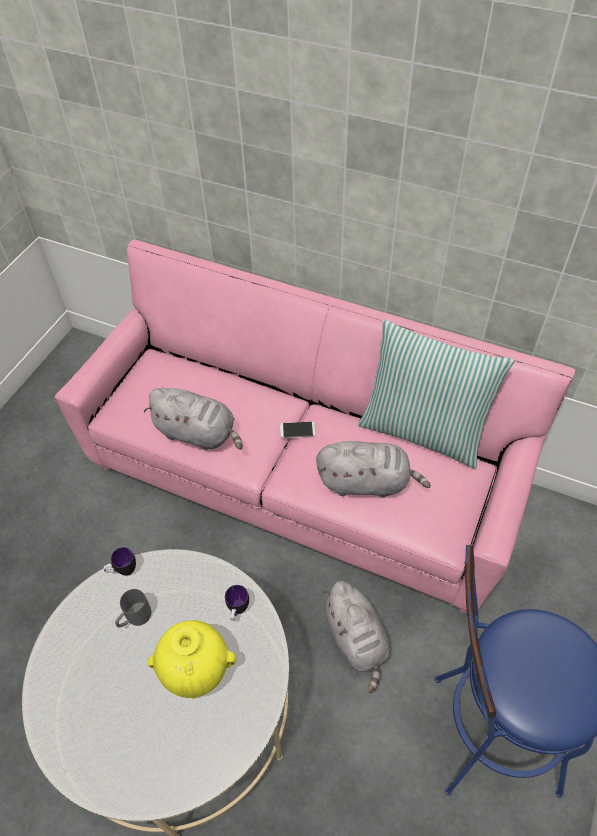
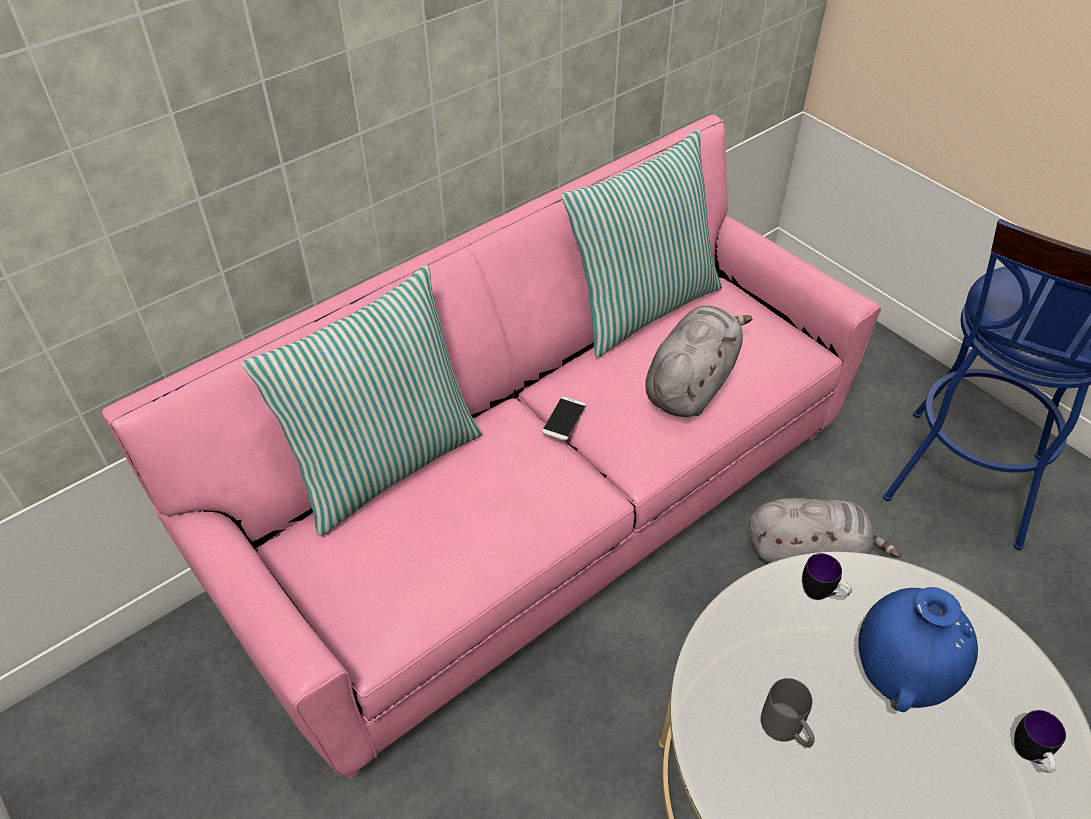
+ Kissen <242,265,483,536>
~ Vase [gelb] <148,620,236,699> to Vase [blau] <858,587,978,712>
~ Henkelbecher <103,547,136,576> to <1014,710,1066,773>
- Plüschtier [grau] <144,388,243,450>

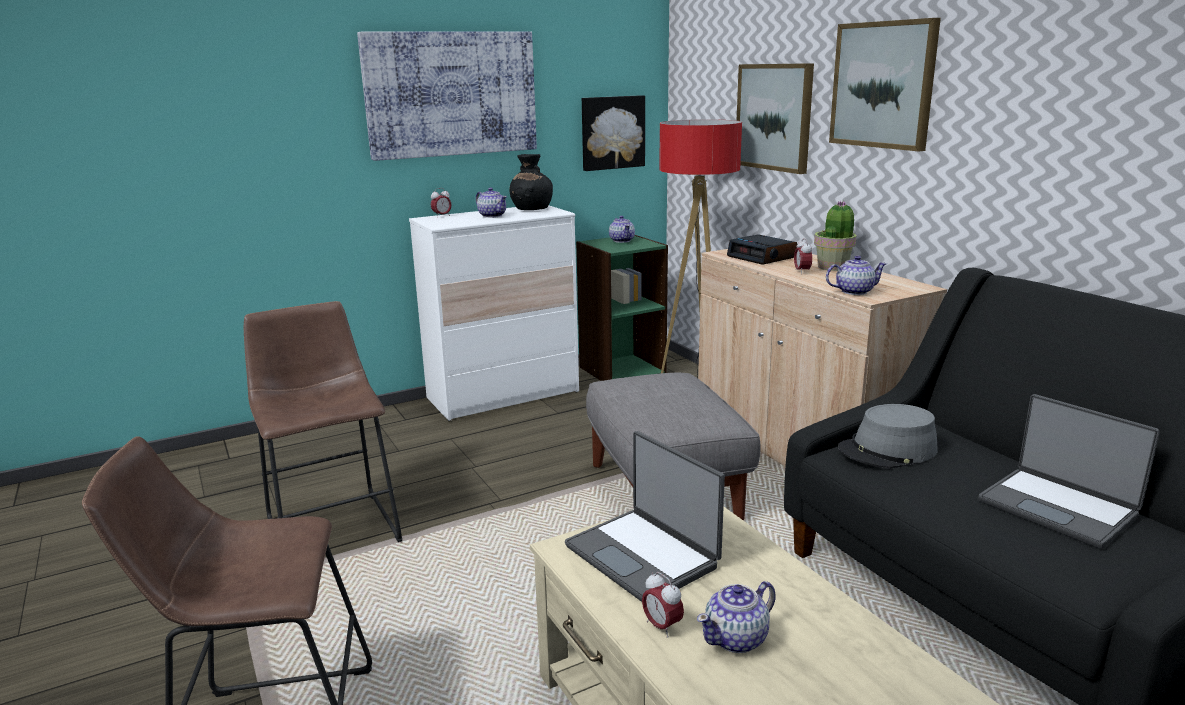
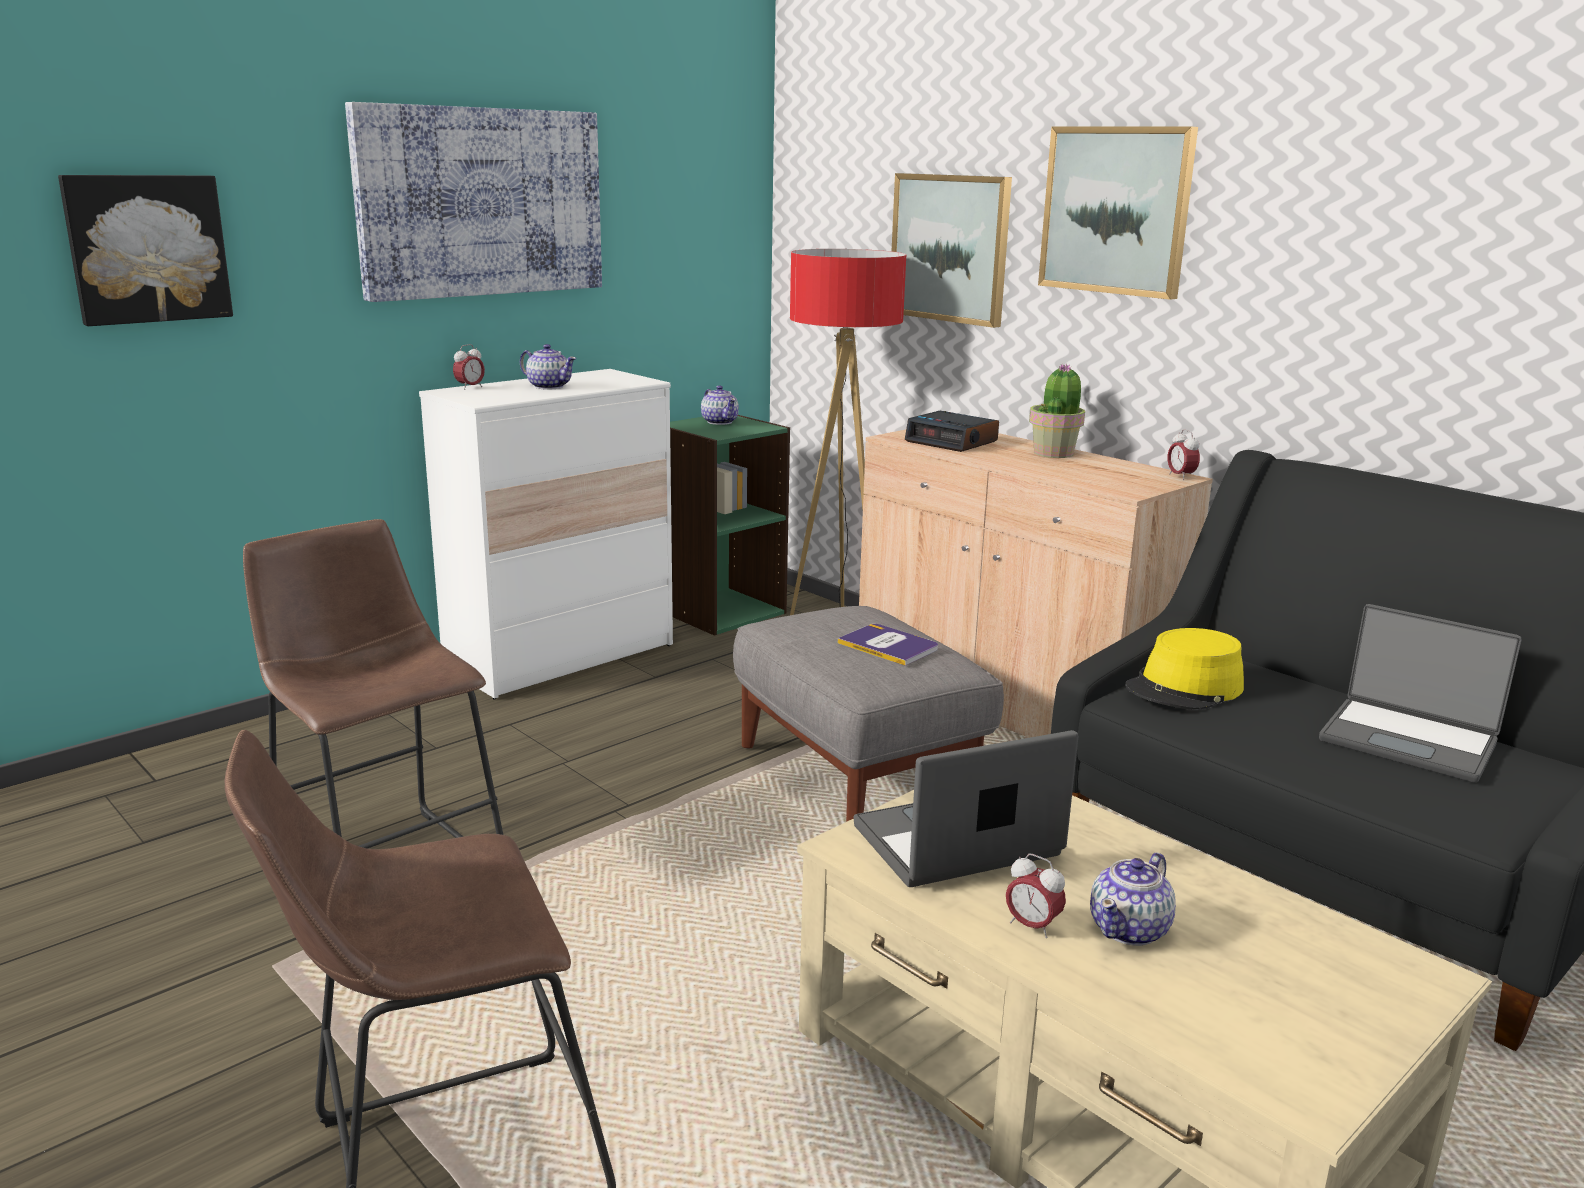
~ Bild <582,95,645,171> to <58,175,233,326>
+ Buch <838,624,938,666>
~ Laptop <565,431,725,602> = <854,730,1078,887> 120 degrees clockwise
~ Hut [grau] <838,404,938,469> to Hut [gelb] <1125,628,1244,710>
~ Wecker <794,238,812,274> to <1168,429,1200,480>
- Vase [schwarz] <509,154,553,210>
- Teekanne <826,256,887,295>

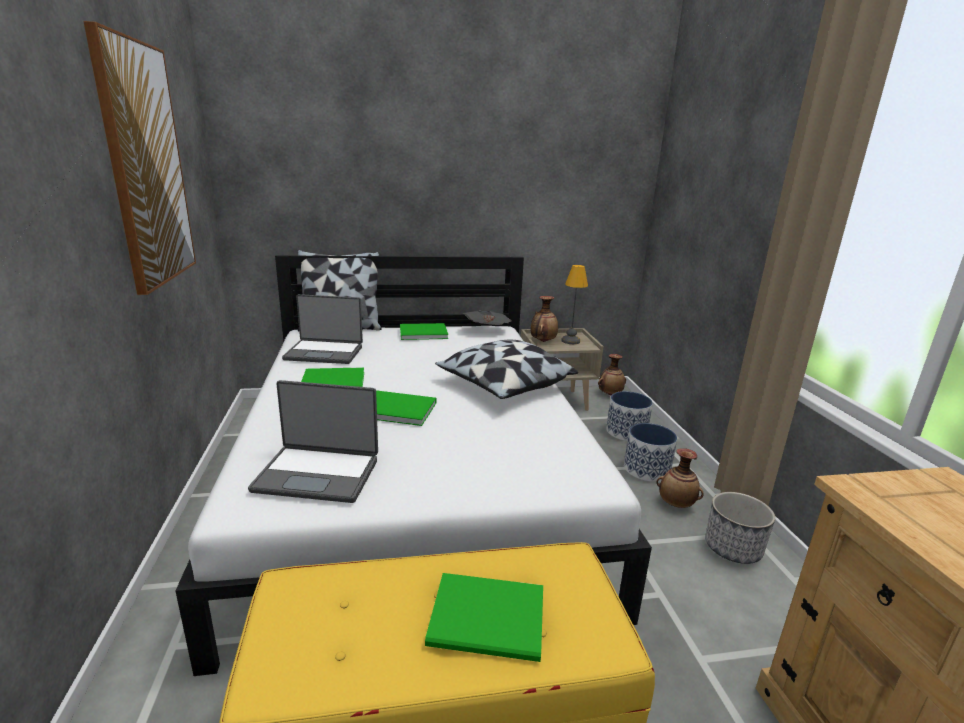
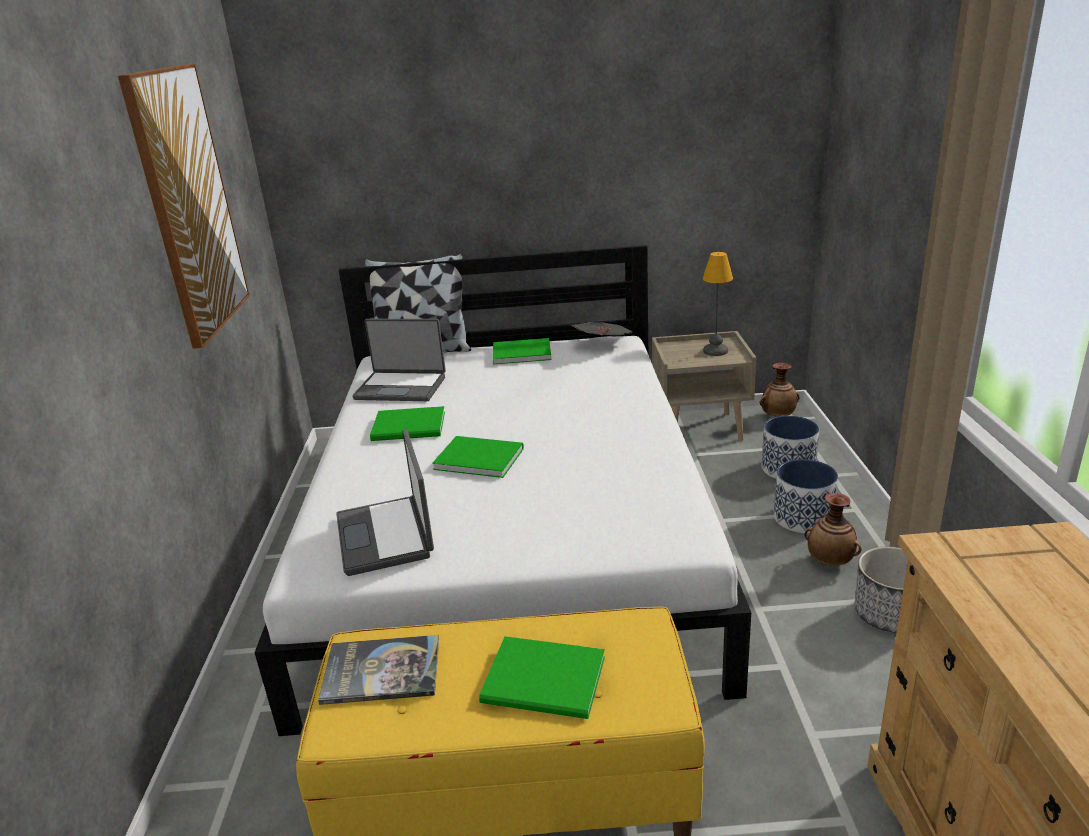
+ Buch <318,635,439,705>
~ Laptop <248,380,378,503> = <336,429,434,576> 60 degrees clockwise
- Kissen <435,339,578,399>
- Vase <530,296,558,342>

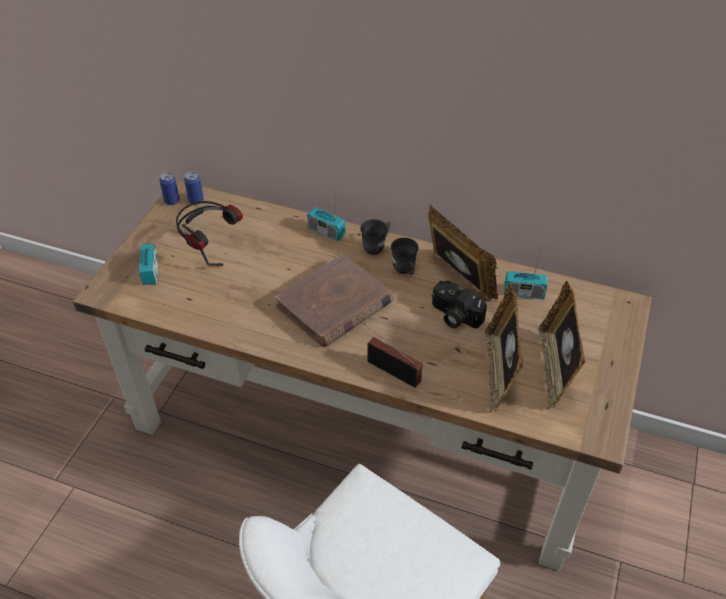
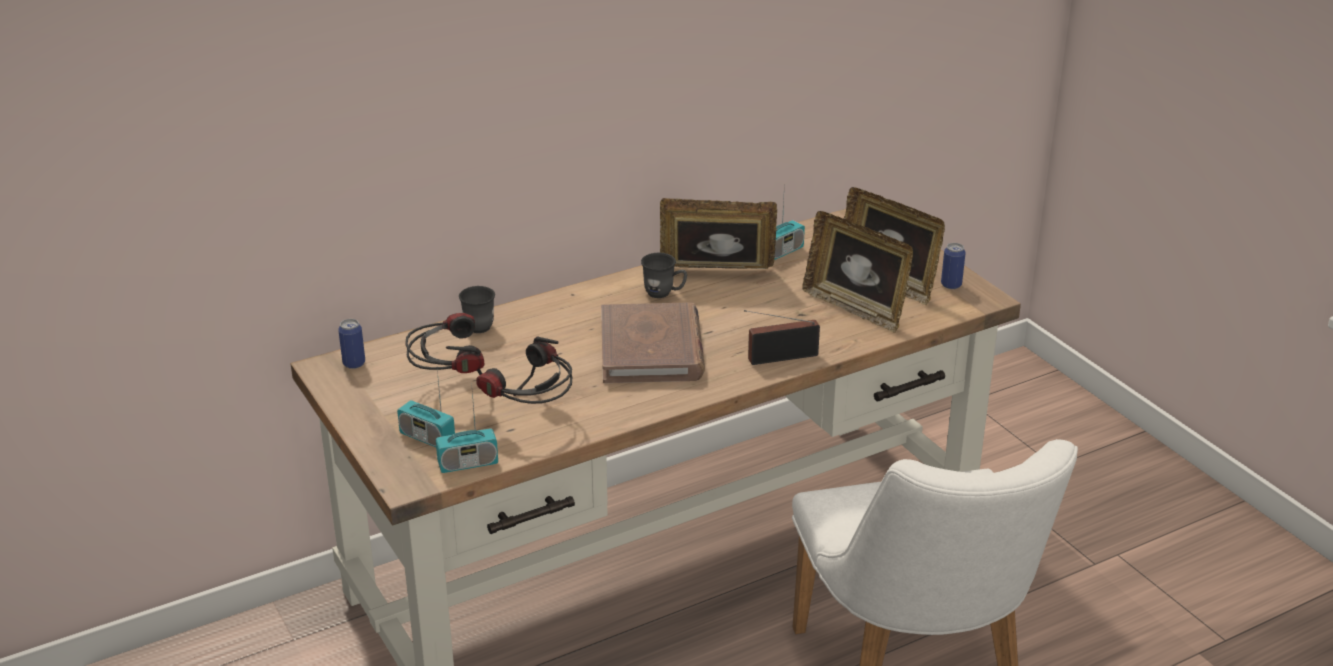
~ Radio <307,189,345,241> to <436,392,498,473>
~ Henkelbecher [grau] <360,219,390,255> to <459,286,495,333>
+ Kopfhörer <476,336,572,404>
~ Dose <159,172,180,205> to <941,243,966,289>
- Kamera <432,281,487,329>

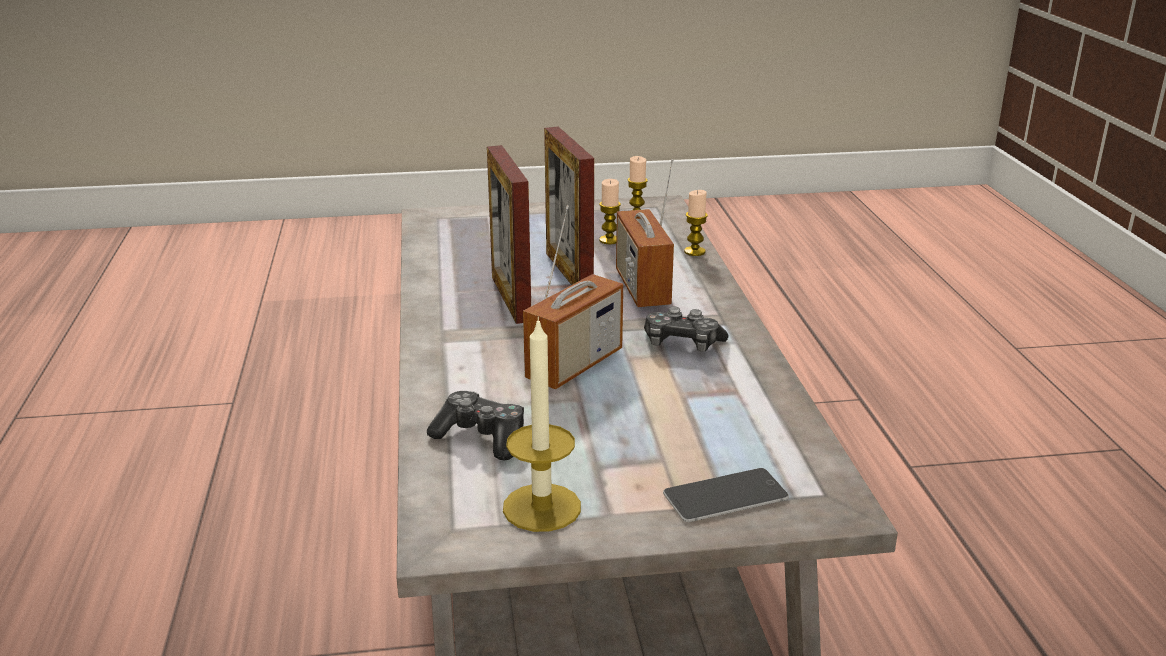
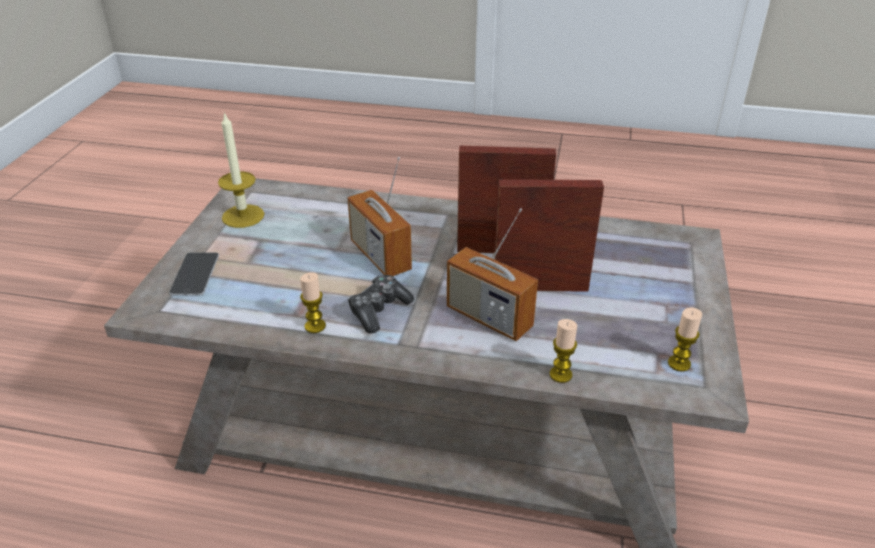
~ Kerze <599,179,621,244> to <300,272,326,333>
~ Radio <616,159,674,307> = <447,208,538,341> 150 degrees counterclockwise
- Gamepad <427,391,524,460>

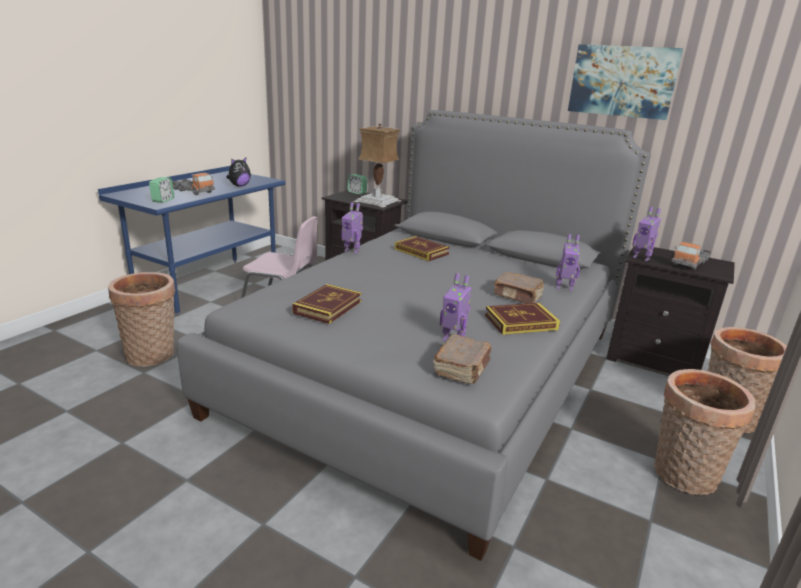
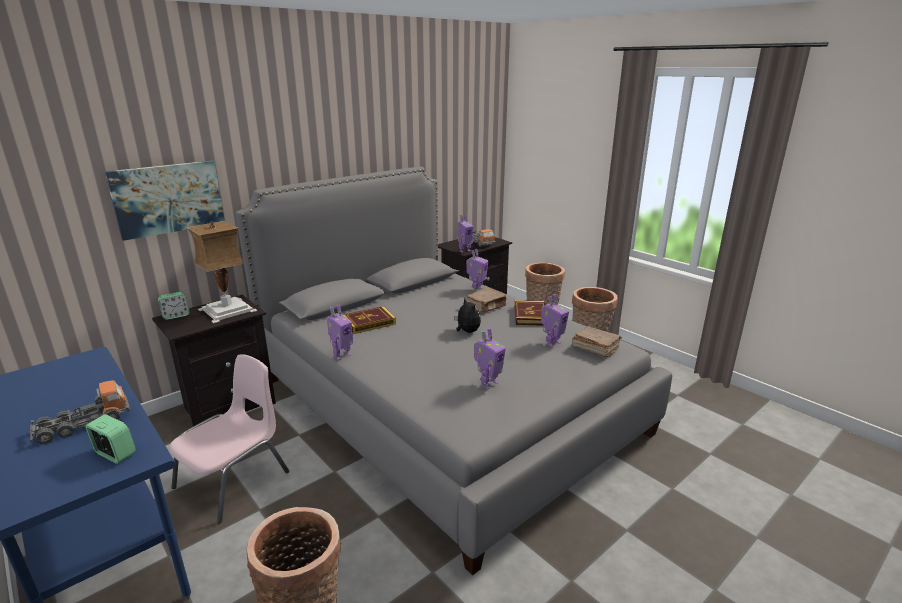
~ Bild <568,44,683,120> to <105,160,225,241>
~ Plüschtier <226,157,251,186> to <454,299,481,333>
~ Buch <292,284,361,324> to Spielzeugroboter <475,328,506,389>

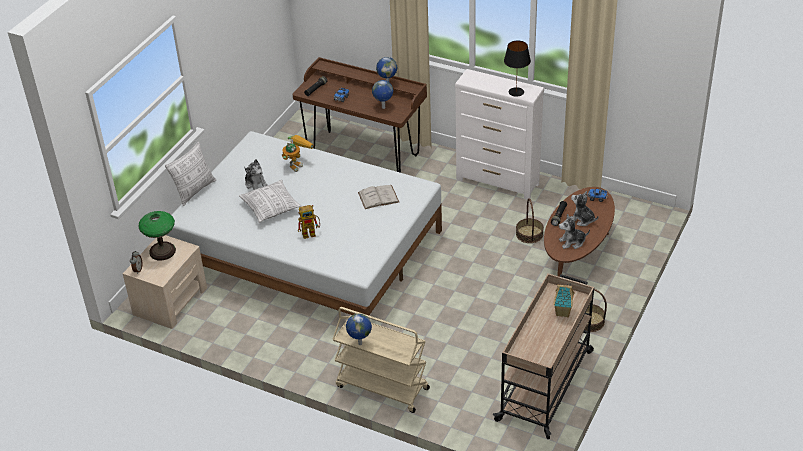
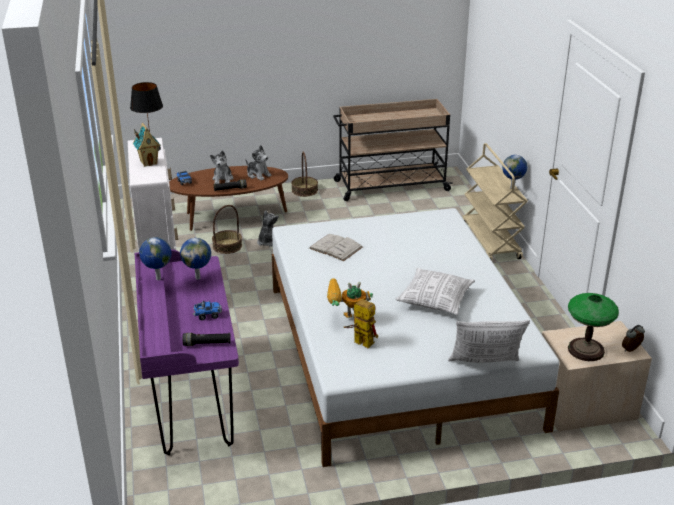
~ Spielzeughaus <553,283,575,318> to <133,123,161,167>
~ Schreibtisch [braun] <292,57,427,173> to Schreibtisch [lila] <134,249,239,455>
~ Plüschtier <245,159,268,190> to <257,210,279,247>
~ Spielzeugroboter <298,205,320,239> to <344,298,379,348>

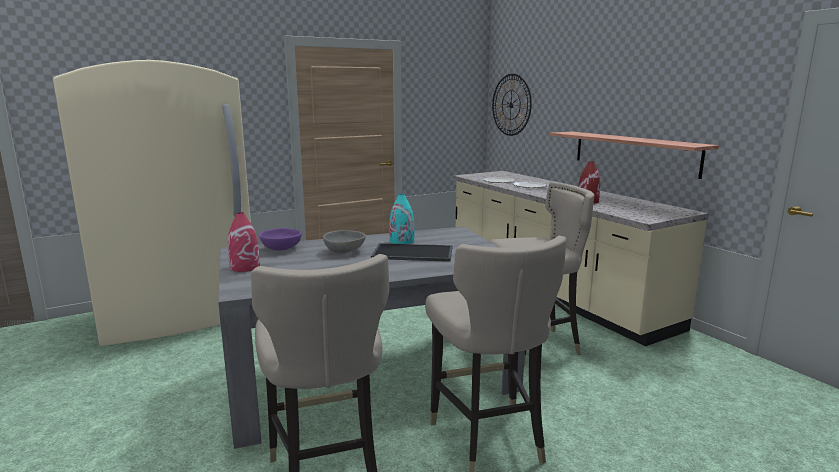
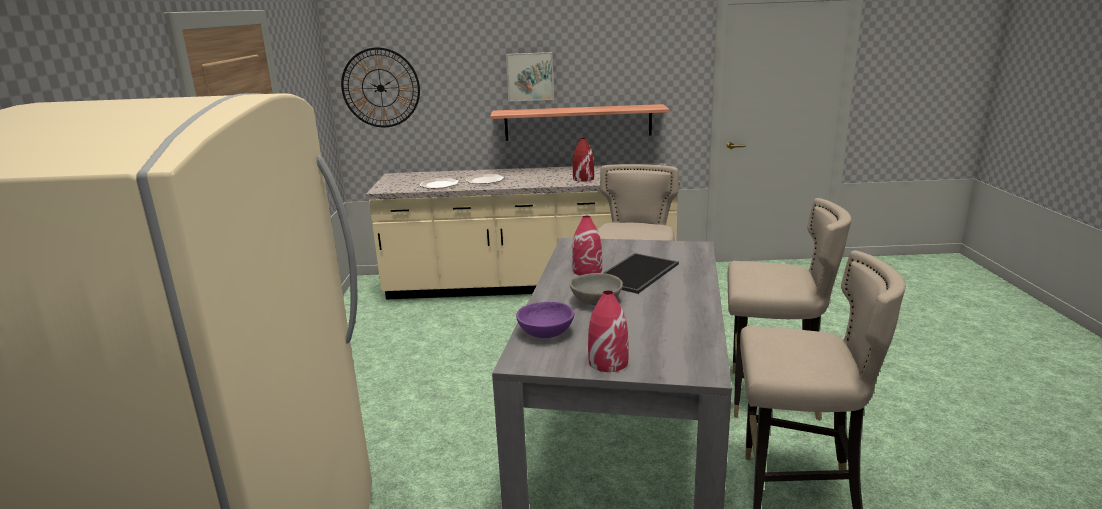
+ Bild <506,52,554,101>
~ Vase [türkis] <389,194,414,244> to Vase [rot] <572,215,602,275>

